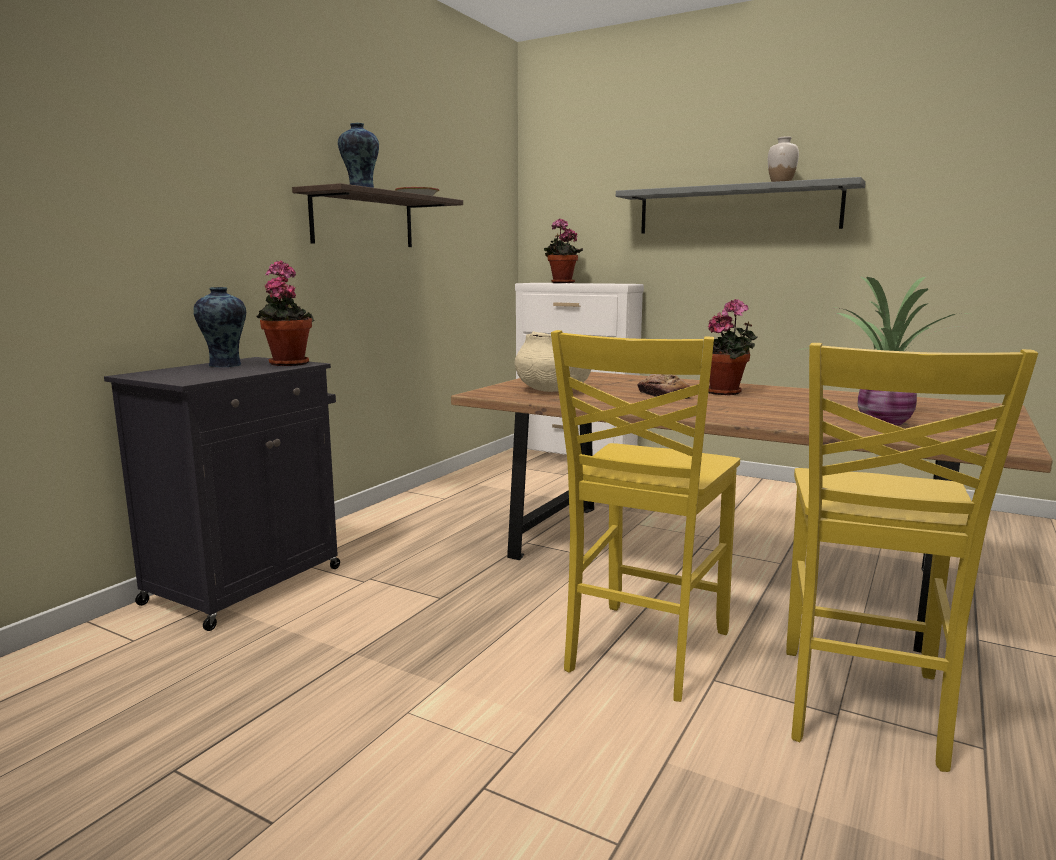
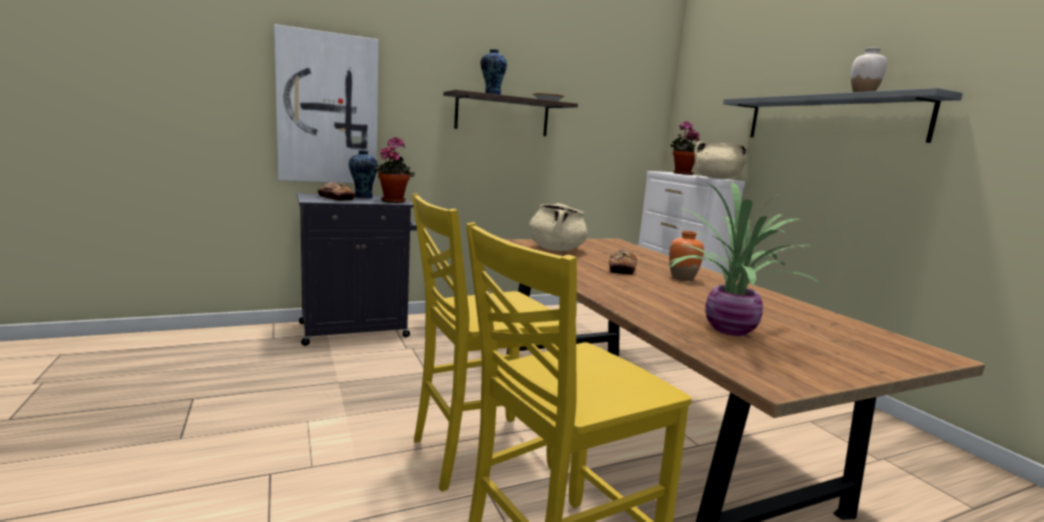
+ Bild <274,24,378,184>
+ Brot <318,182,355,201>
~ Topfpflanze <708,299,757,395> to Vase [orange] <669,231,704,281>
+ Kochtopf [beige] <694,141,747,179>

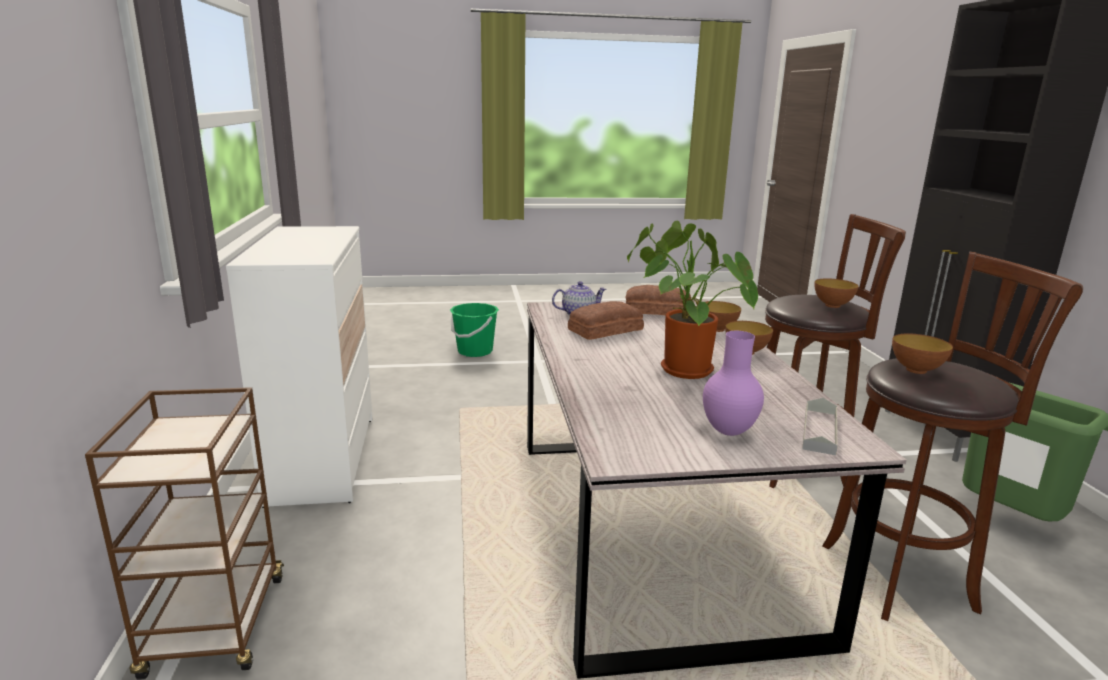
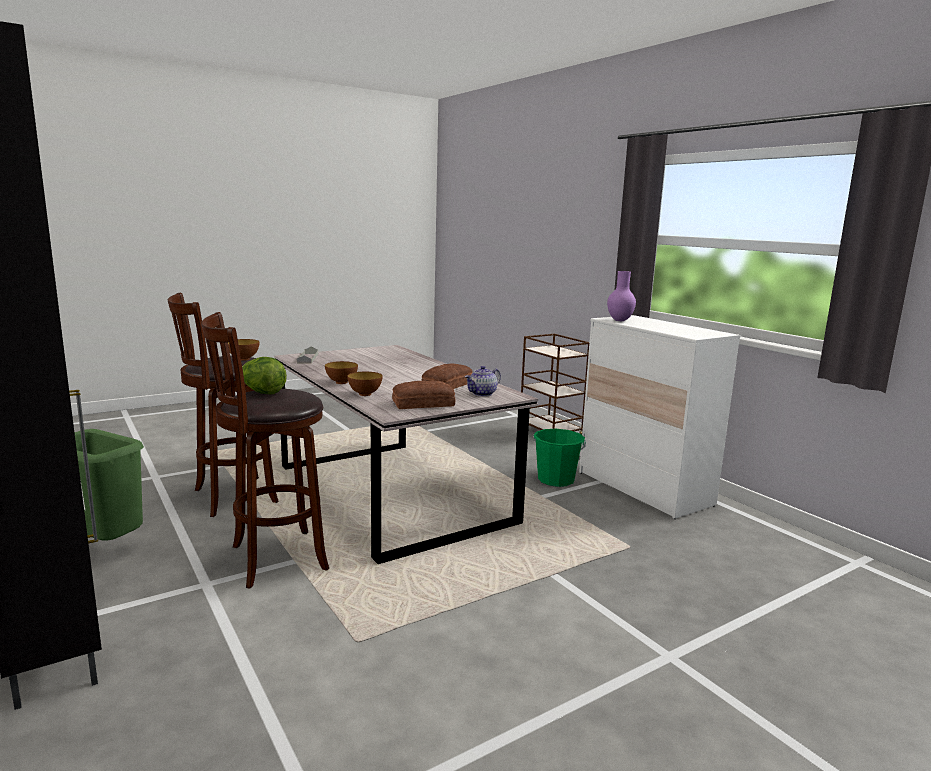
~ Schüssel <814,278,859,308> to Salatkopf <242,357,287,394>
~ Eimer [grün] <450,303,499,357> to <533,429,586,487>
~ Vase [lila] <703,331,764,436> to <607,271,636,321>
- Topfpflanze <627,221,758,379>

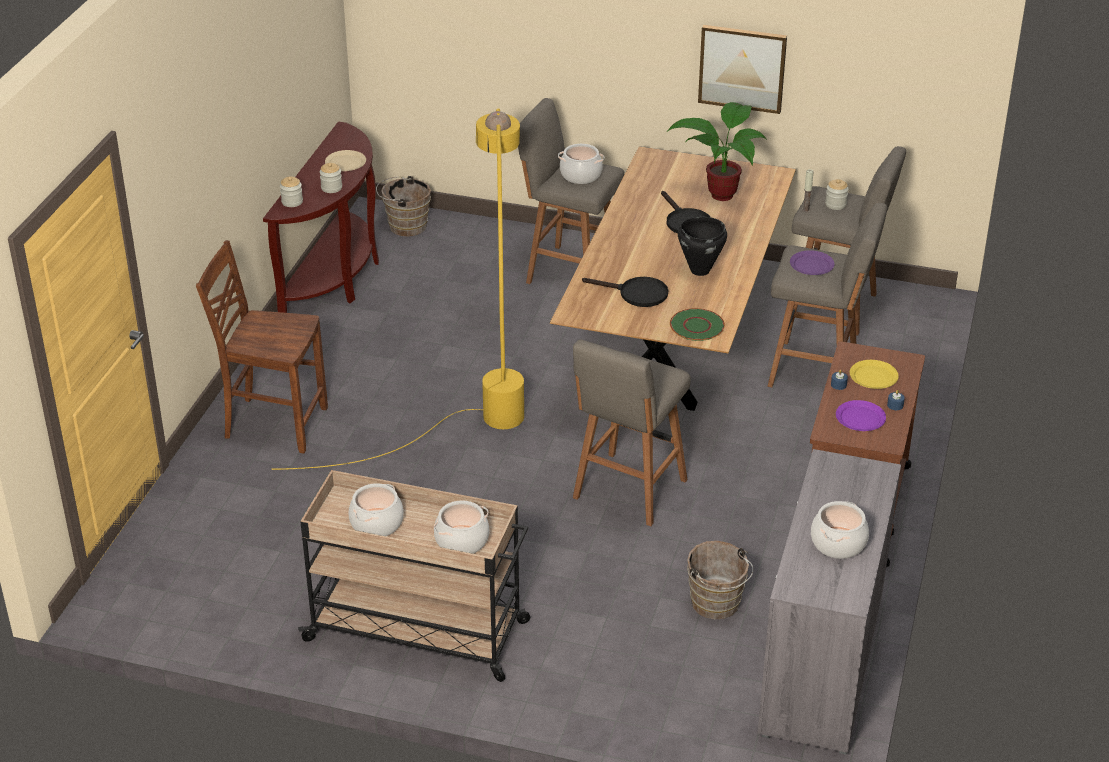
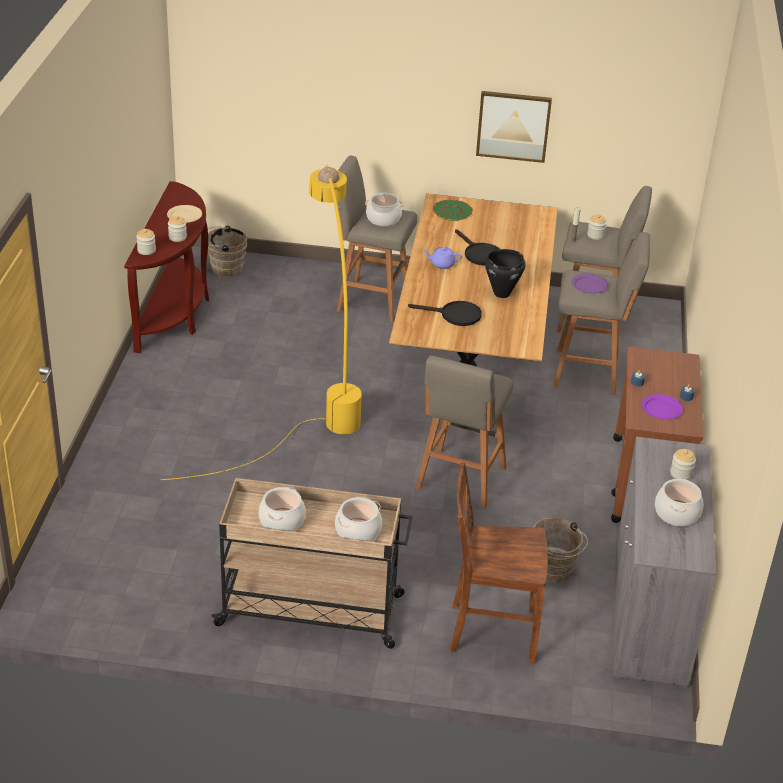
+ Teekanne [lila] <423,247,462,269>
~ Teller [grün] <670,308,725,341> to <433,200,473,221>
~ Stuhl [braun] <196,240,328,453> to <450,463,548,663>
+ Vorratsglas <670,449,696,480>
- Topfpflanze <668,102,768,201>
- Teller [gelb] <850,360,899,389>

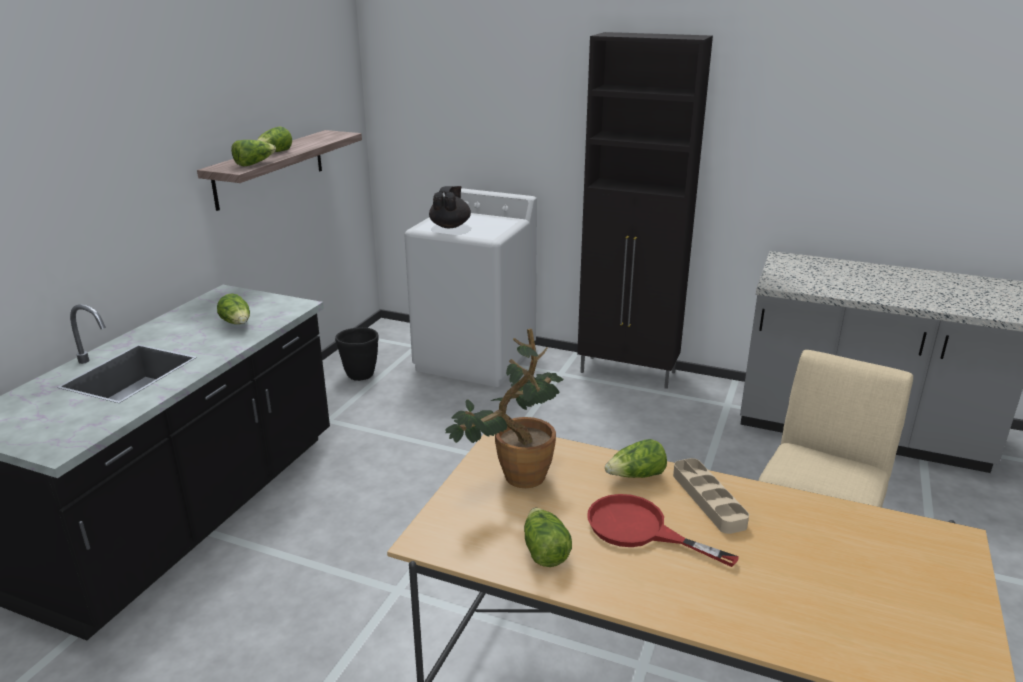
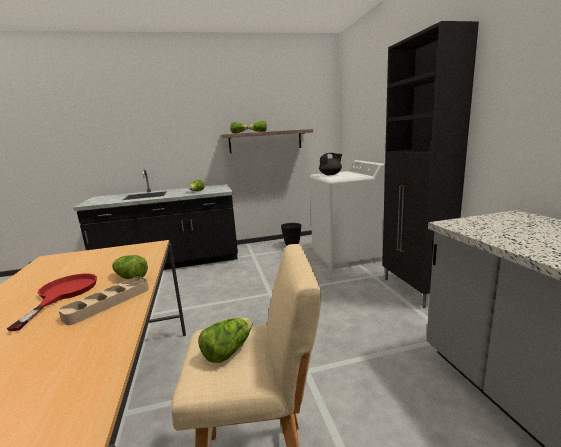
~ Salatkopf <524,508,572,567> to <198,318,253,363>
- Topfpflanze <445,329,564,488>

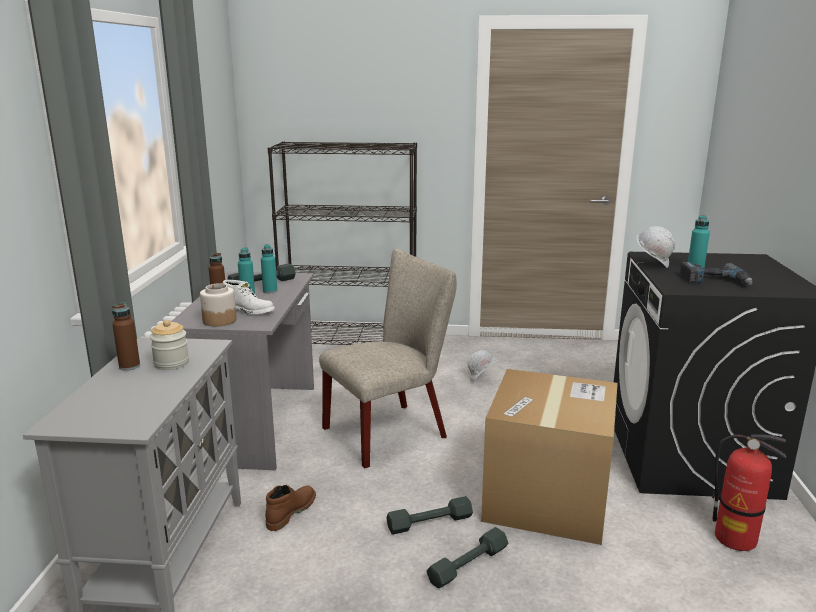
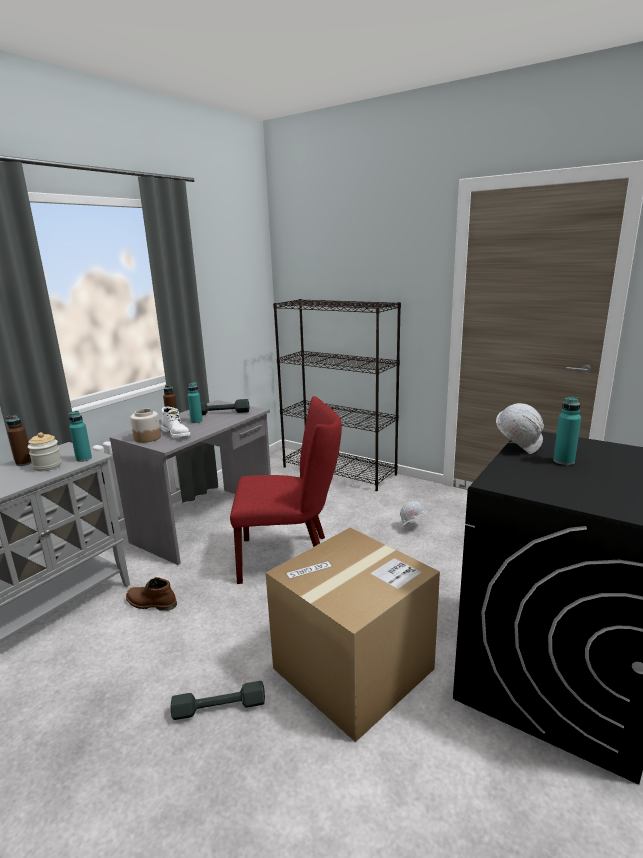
~ Flasche [türkis] <261,244,277,293> to <69,411,92,462>
~ Stiefel [braun] <266,485,316,531> = <126,577,177,611> 135 degrees counterclockwise
~ Stuhl [beige] <319,248,457,469> to Stuhl [rot] <230,396,342,584>
- Hantel [grau] <387,496,473,535>
- Bohrmaschine <680,262,753,285>
- Feuerlöscher <712,434,786,551>

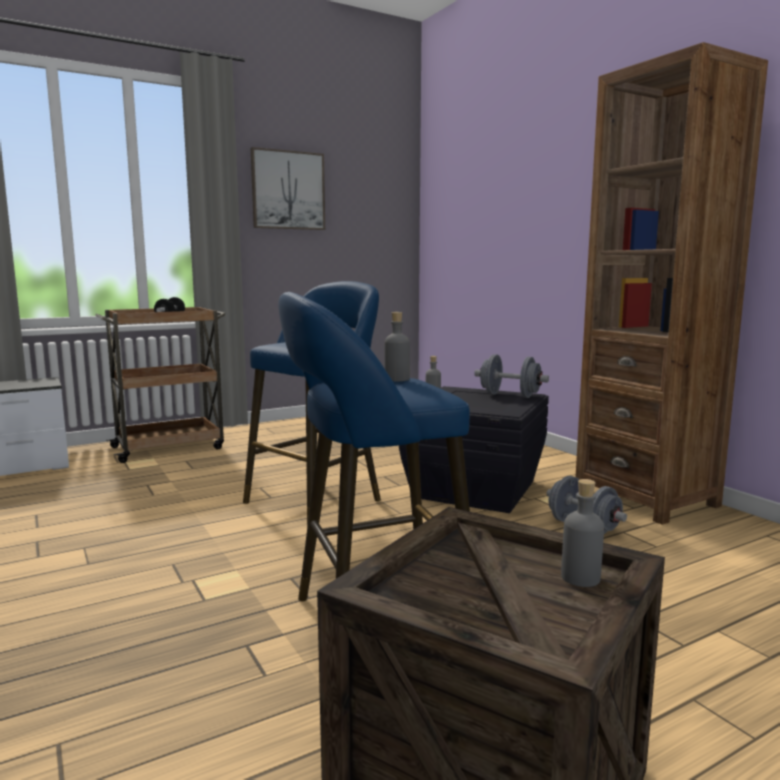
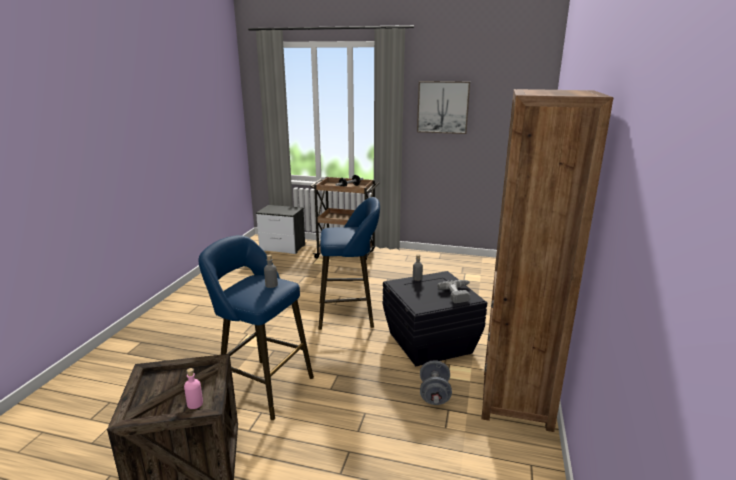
~ Flasche [grau] <561,479,604,587> to Flasche [rosa] <184,368,203,409>
~ Hantel [grau] <474,354,549,398> to Bohrmaschine <437,280,470,303>

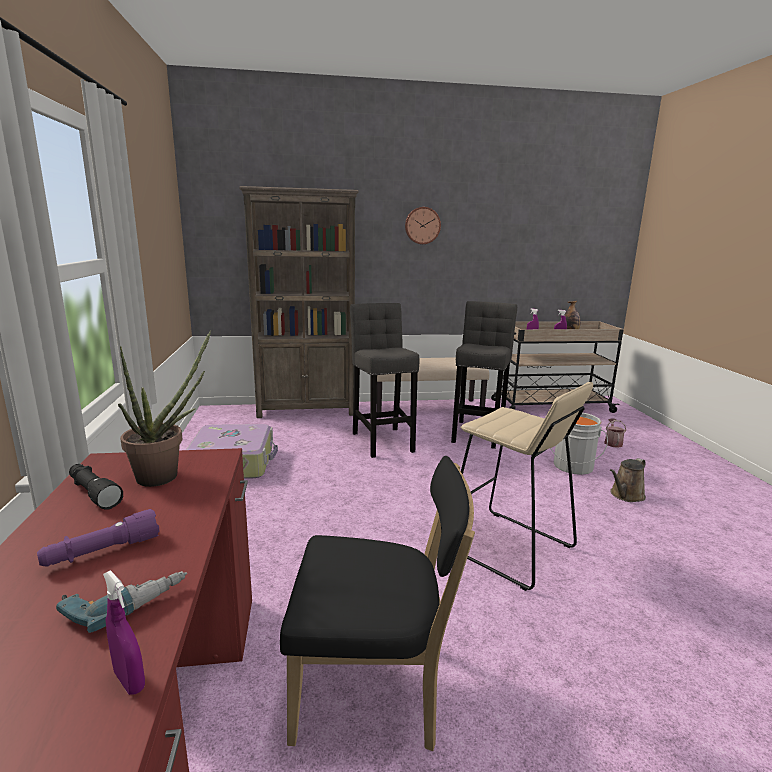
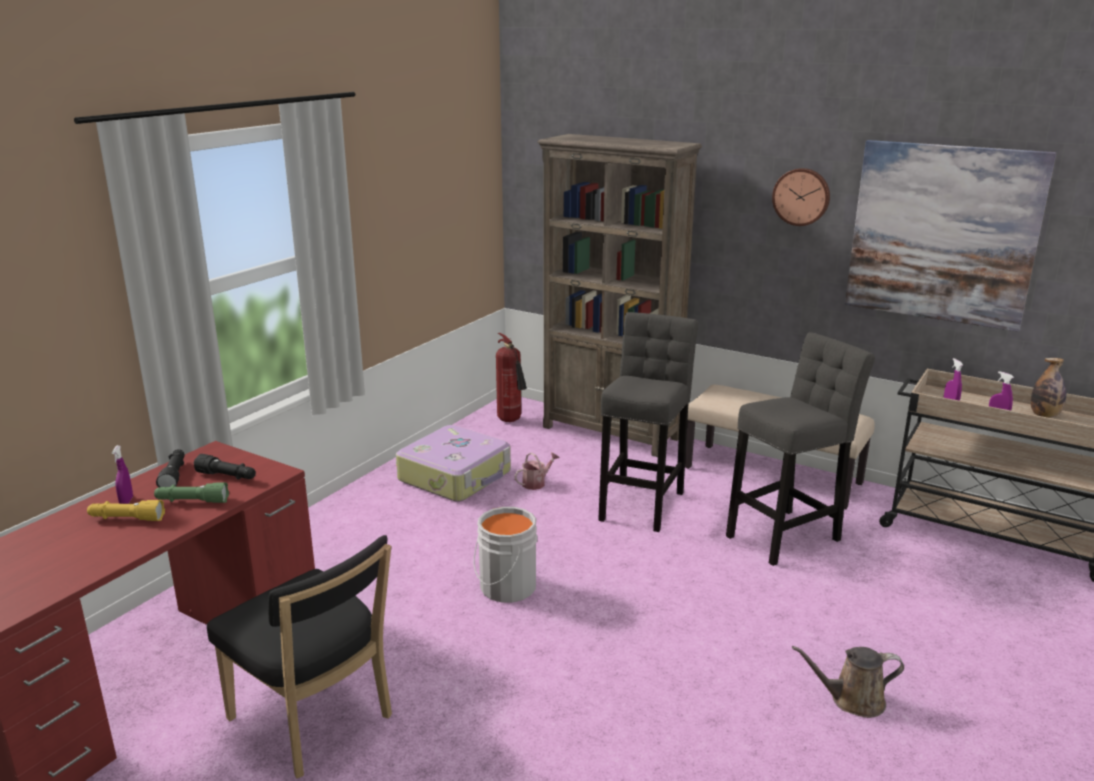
~ Taschenlampe [lila] <37,509,159,566> to Taschenlampe [gelb] <87,500,165,521>
~ Sprühflasche [lila] <103,570,145,695> to <112,445,133,504>
+ Taschenlampe [grün] <154,483,229,503>
~ Topfpflanze <118,330,211,487> to Taschenlampe [schwarz] <194,454,256,480>
~ Eimer [grau] <550,413,608,475> to <473,507,537,603>
+ Feuerlöscher <496,333,527,422>
~ Gießkanne <604,418,626,448> to <514,452,560,490>
+ Bild <845,140,1056,332>
- Bohrmaschine <56,571,187,633>
- Hocker [beige] <460,382,593,591>

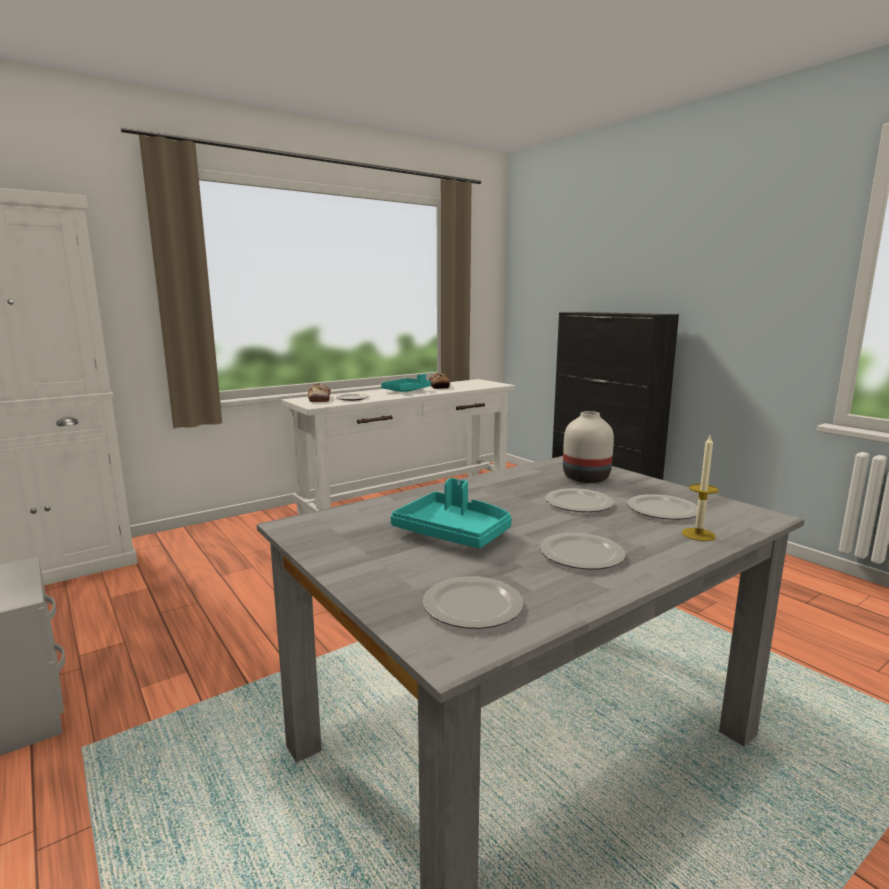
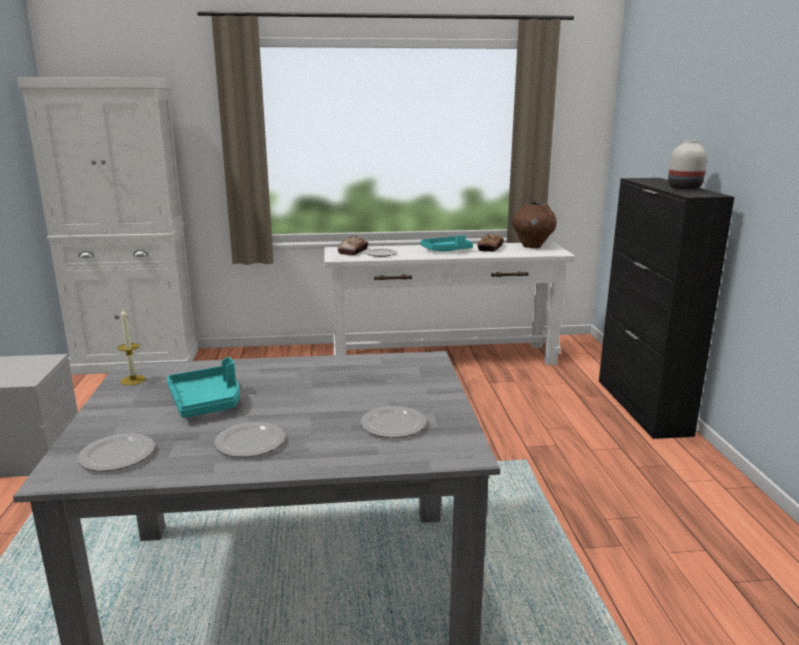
~ Kerze <682,436,719,541> to <117,309,146,385>
+ Vase [braun] <513,201,557,248>
~ Vase [weiß] <563,411,614,483> to <668,140,707,190>
- Teller <545,489,614,512>

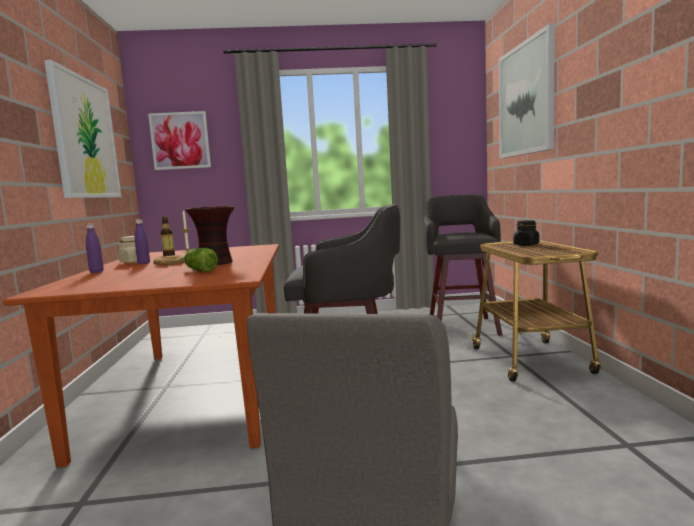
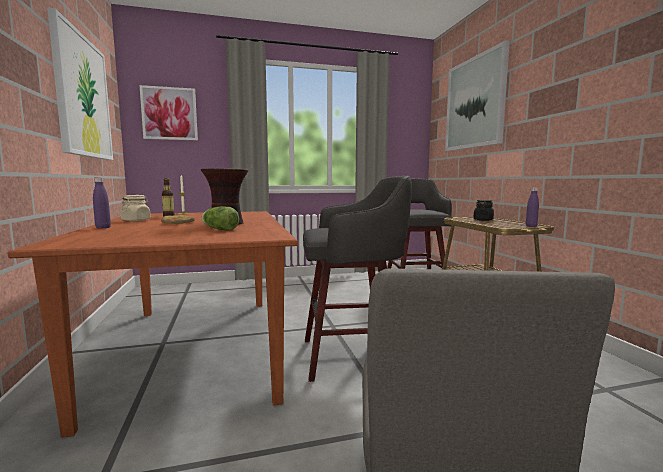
~ Flasche [lila] <135,219,150,264> to <526,187,539,227>

